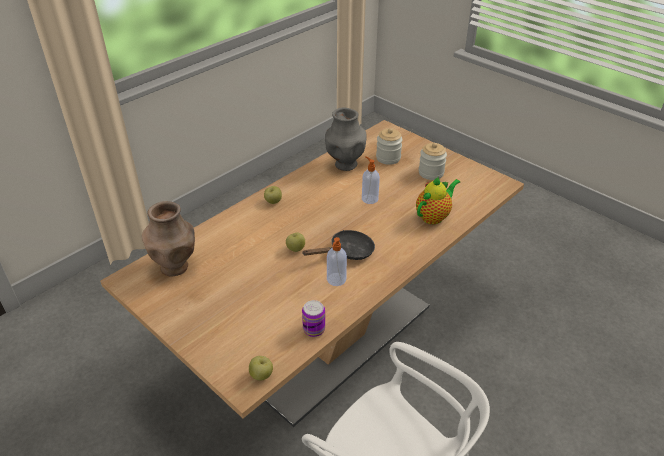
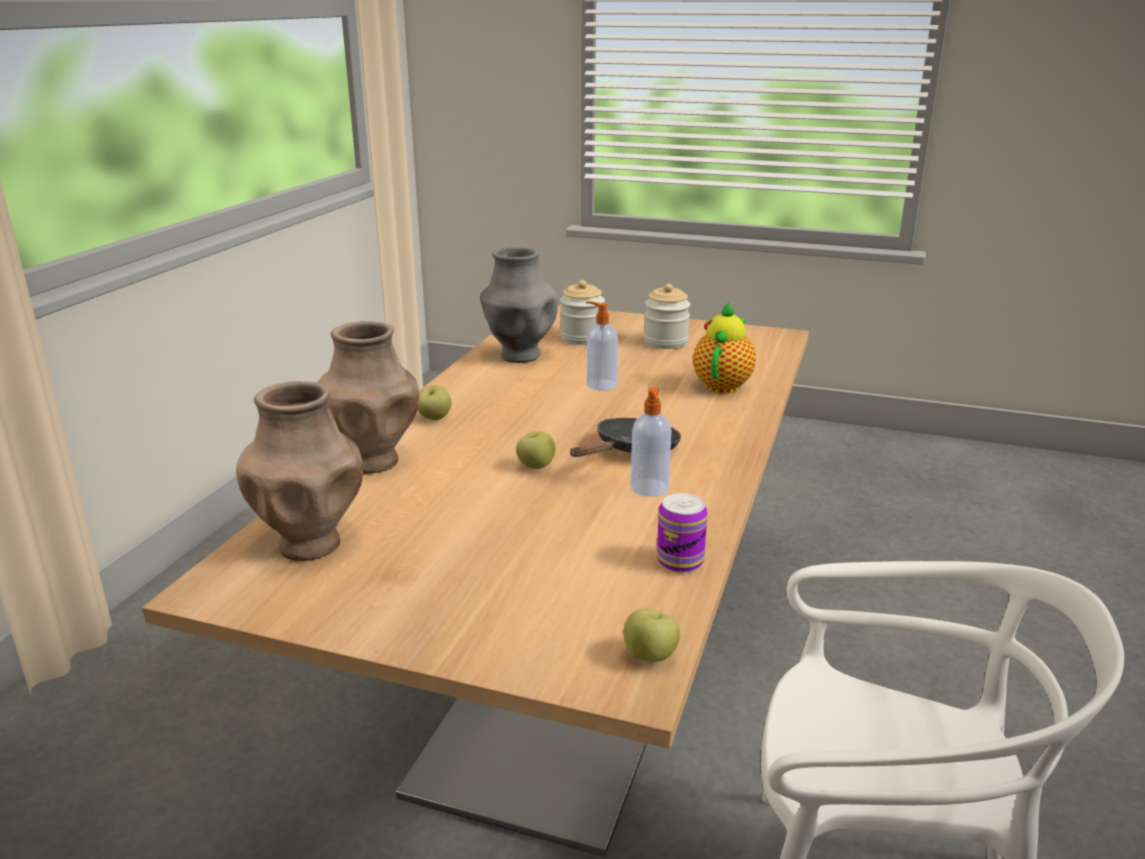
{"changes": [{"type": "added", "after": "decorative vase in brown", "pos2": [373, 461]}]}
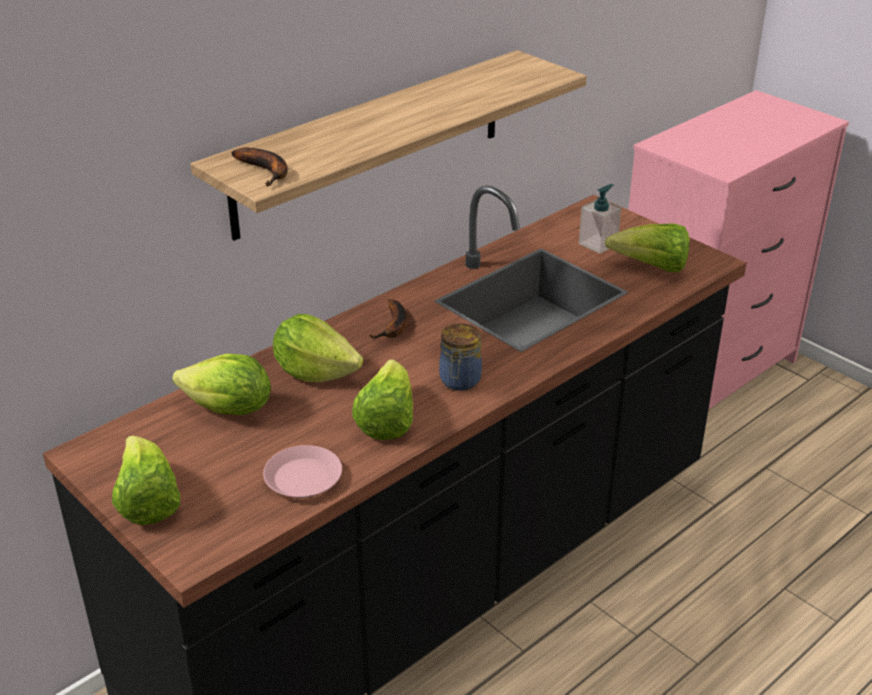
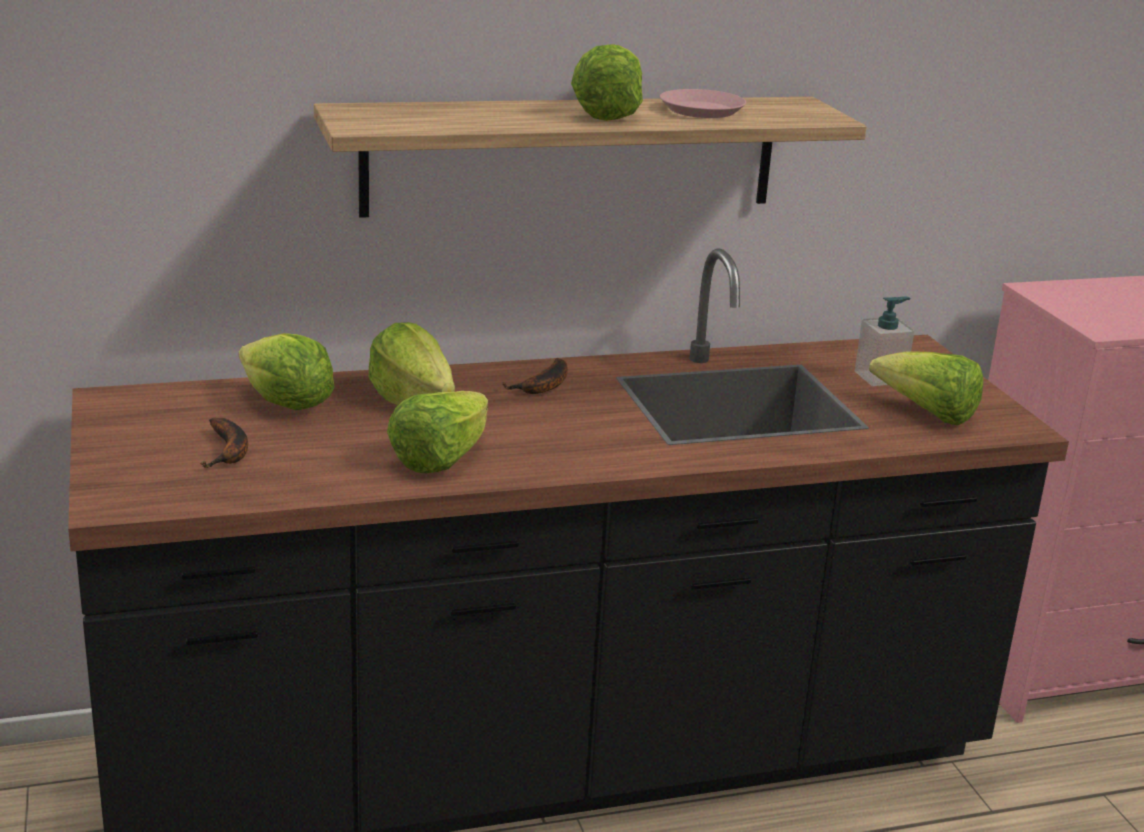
{"changes": [{"type": "moved", "before": "whole banana", "pos1": [267, 171], "pos2": [229, 451]}, {"type": "moved", "before": "lettuce head", "pos1": [147, 502], "pos2": [608, 113]}, {"type": "moved", "before": "flat dish in pinkish", "pos1": [303, 478], "pos2": [702, 110]}, {"type": "removed", "before": "preserve jar", "pos1": [459, 381]}]}
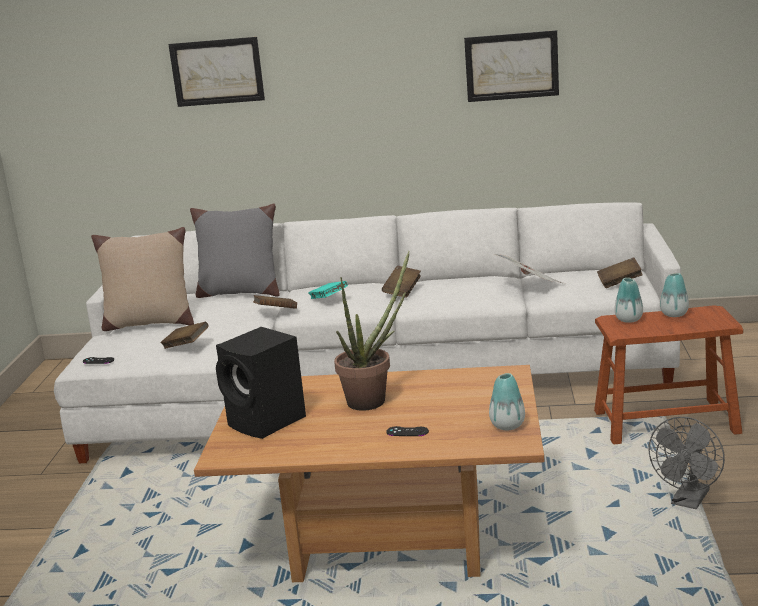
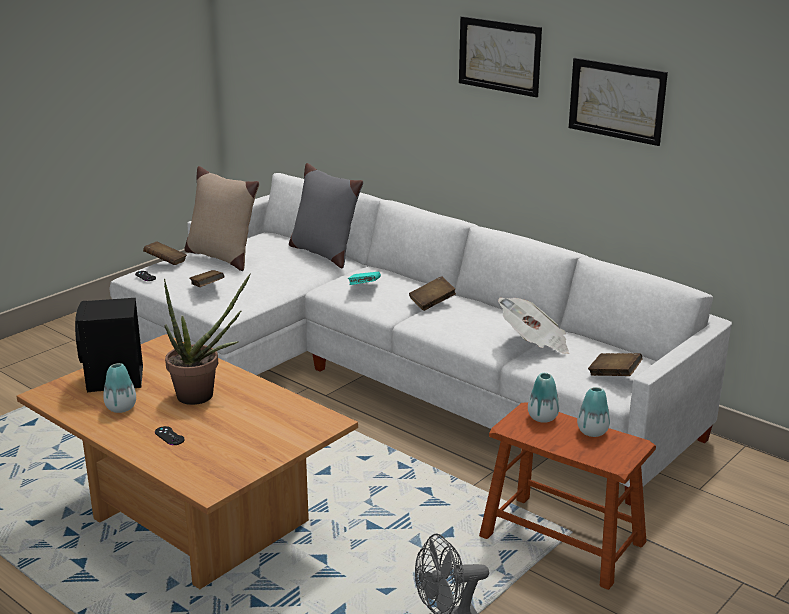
{"changes": [{"type": "moved", "before": "decorative vase", "pos1": [507, 426], "pos2": [121, 408]}, {"type": "moved", "before": "bound book in brown", "pos1": [276, 312], "pos2": [166, 262]}, {"type": "moved", "before": "wall art", "pos1": [217, 72], "pos2": [499, 56]}]}
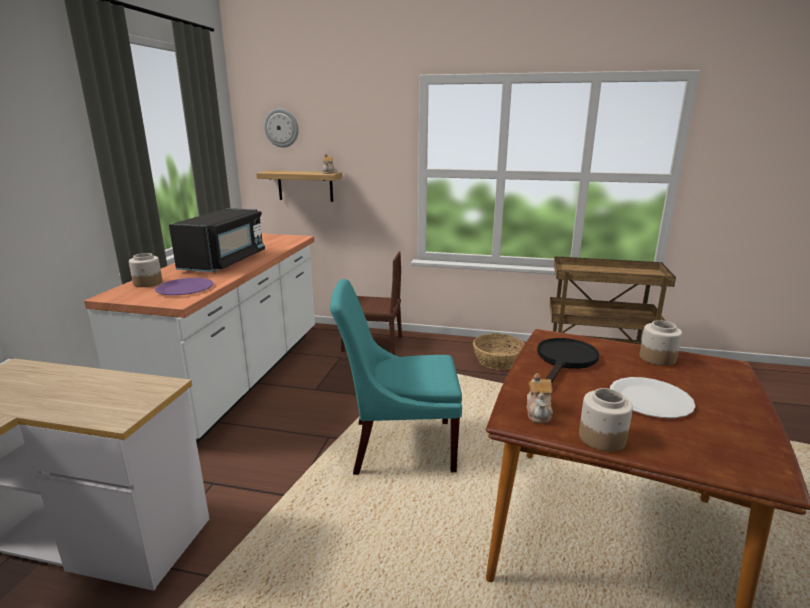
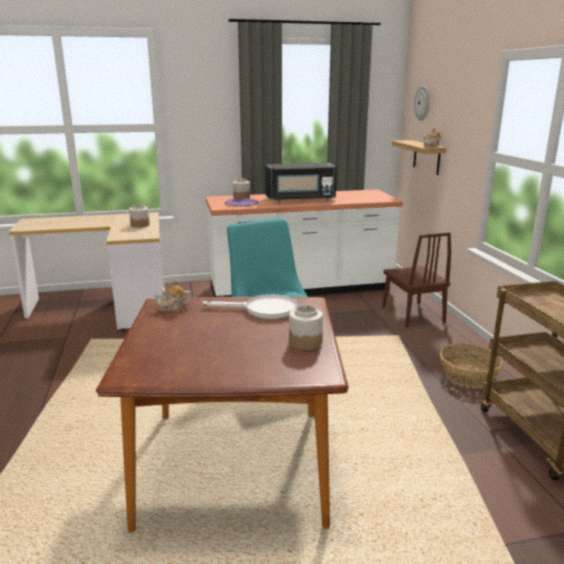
{"changes": [{"type": "moved", "before": "preserve jar", "pos1": [601, 438], "pos2": [140, 225]}, {"type": "recoloured", "before": "skillet in black-coloured", "after": "skillet in whitish", "pos1": [565, 361], "pos2": [263, 310]}, {"type": "removed", "before": "flat dish in whitish", "pos1": [650, 399]}]}
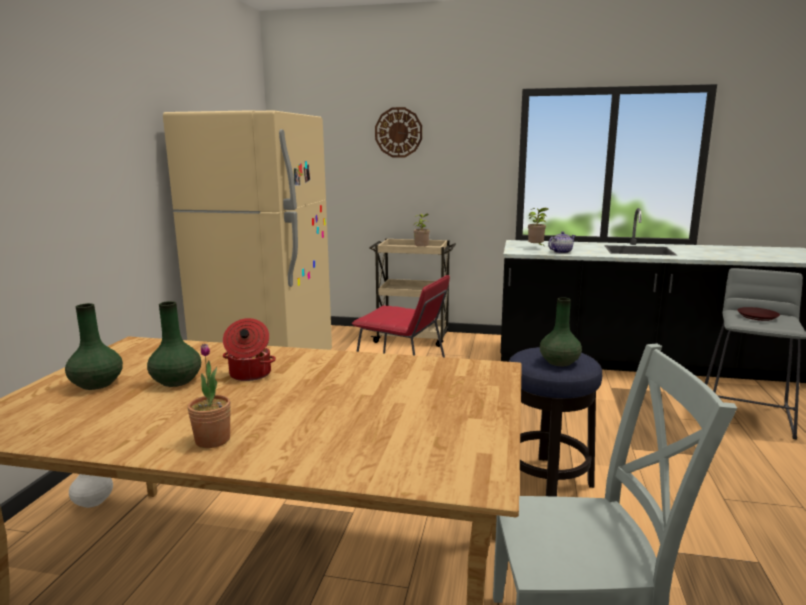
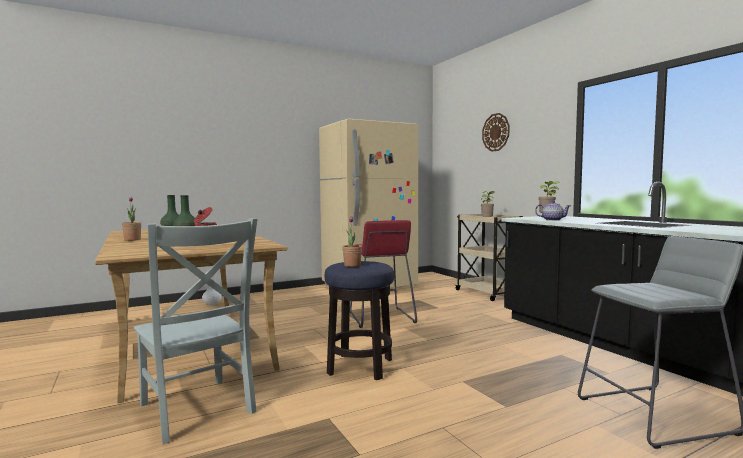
{"changes": [{"type": "replaced", "before": "decorative vase in green", "after": "plant in a pot", "pos1": [559, 362], "pos2": [352, 265]}, {"type": "removed", "before": "flat dish in brown", "pos1": [757, 317]}]}
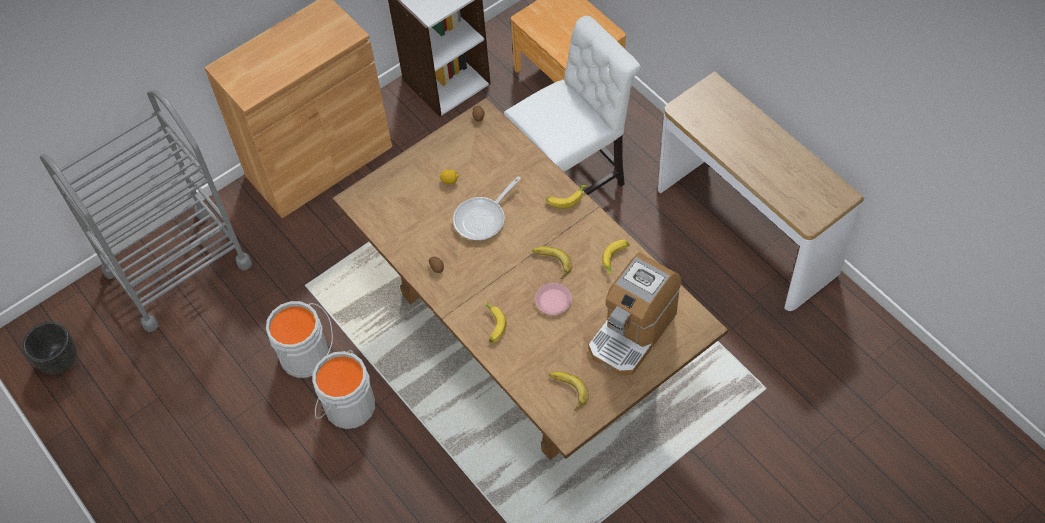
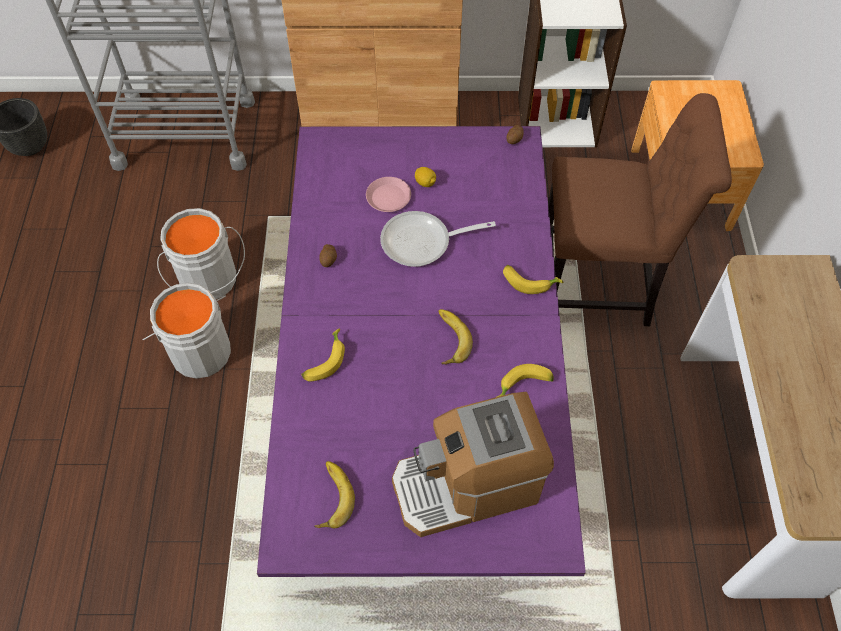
{"changes": [{"type": "recoloured", "before": "dining table in brown", "after": "dining table in purple", "pos1": [529, 336], "pos2": [420, 409]}, {"type": "moved", "before": "flat dish in pinkish", "pos1": [553, 301], "pos2": [388, 197]}, {"type": "recoloured", "before": "upright chair in whitish", "after": "upright chair in brown", "pos1": [573, 179], "pos2": [601, 286]}]}
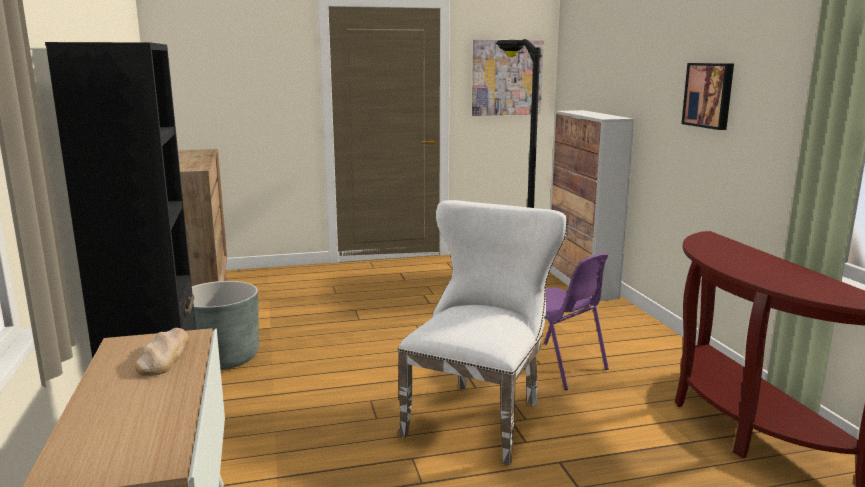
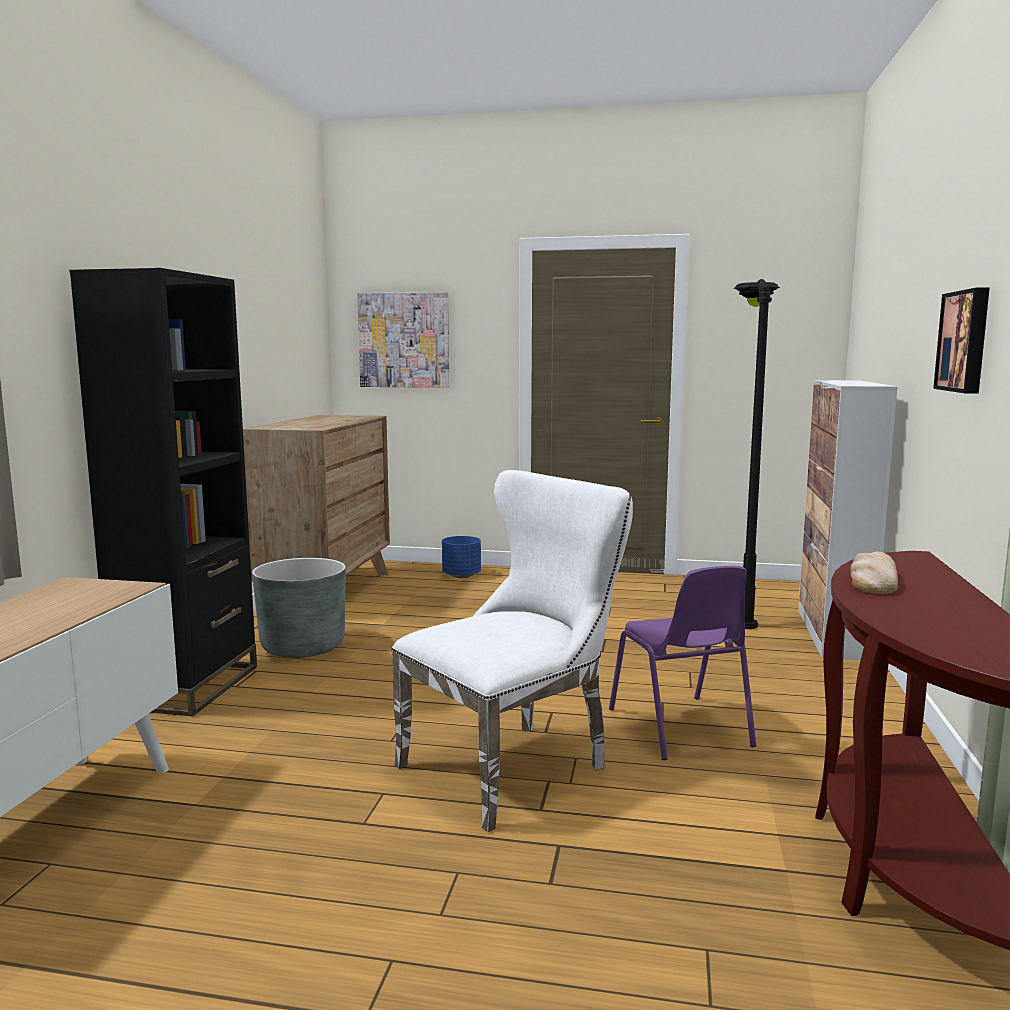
{"changes": [{"type": "moved", "before": "wall art", "pos1": [507, 77], "pos2": [404, 340]}, {"type": "added", "after": "plant pot in blue", "pos2": [461, 576]}, {"type": "moved", "before": "baked bread", "pos1": [164, 356], "pos2": [873, 580]}]}
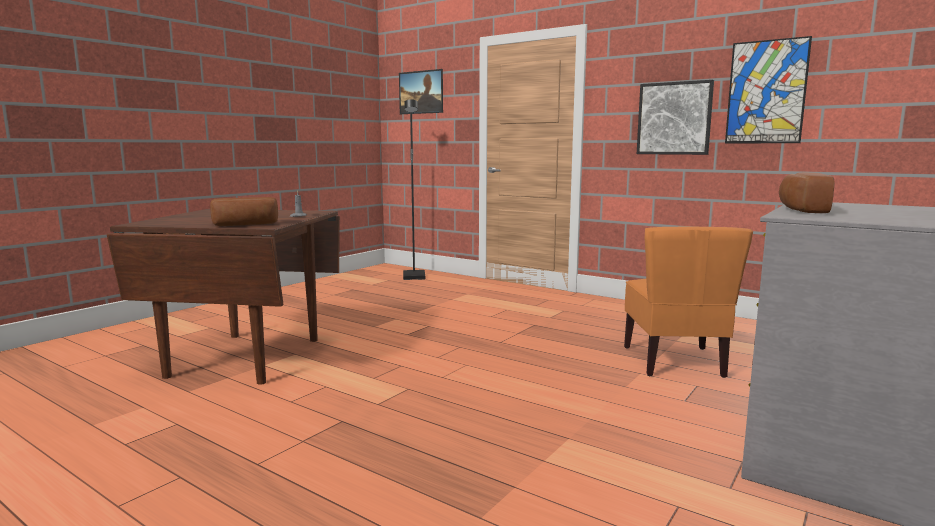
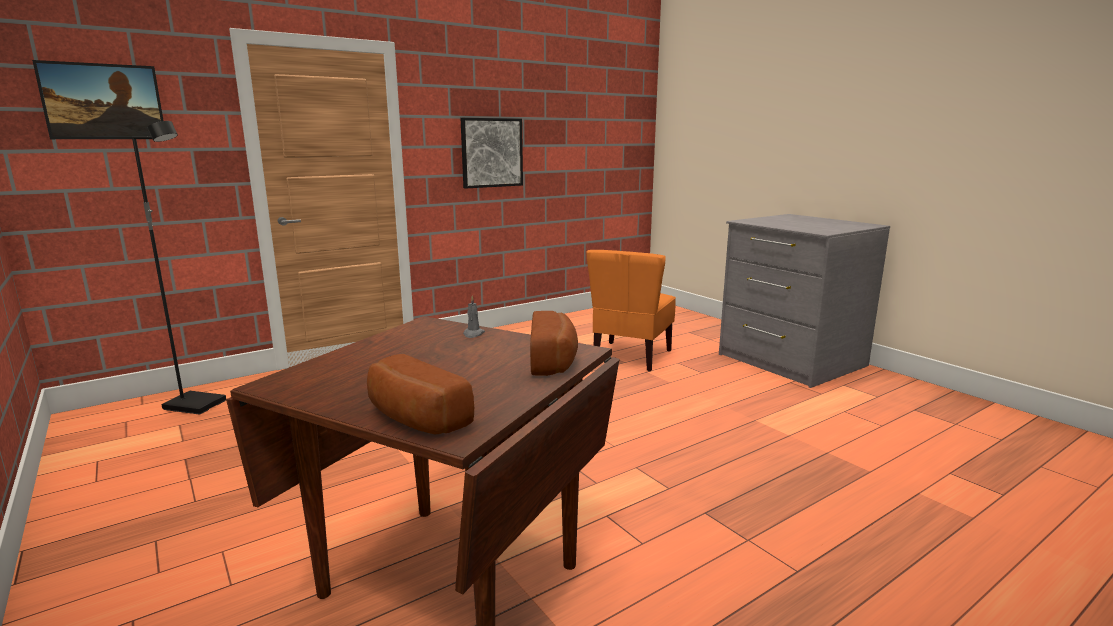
{"changes": [{"type": "moved", "before": "baked bread", "pos1": [800, 209], "pos2": [413, 419]}, {"type": "turned", "before": "upright chair in orange-coloured", "pos1": [674, 362], "pos2": [631, 357], "turn": 90}, {"type": "removed", "before": "wall art", "pos1": [766, 92]}]}
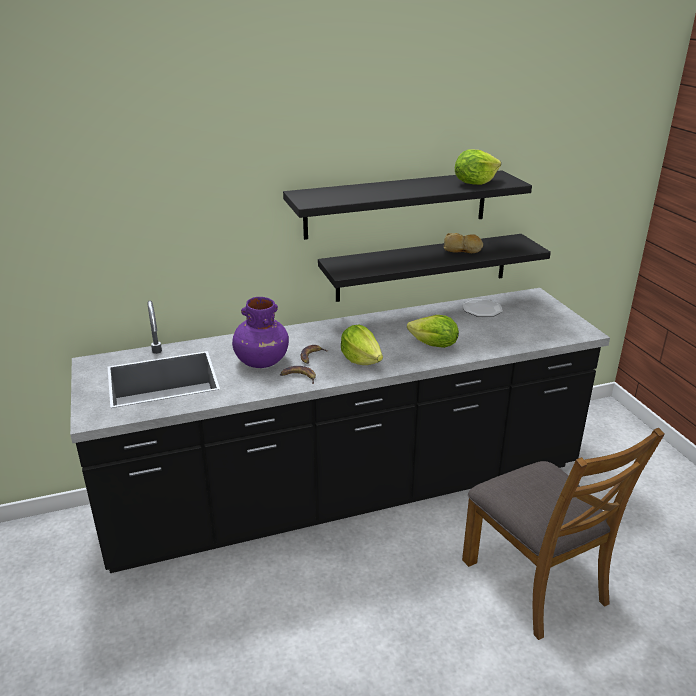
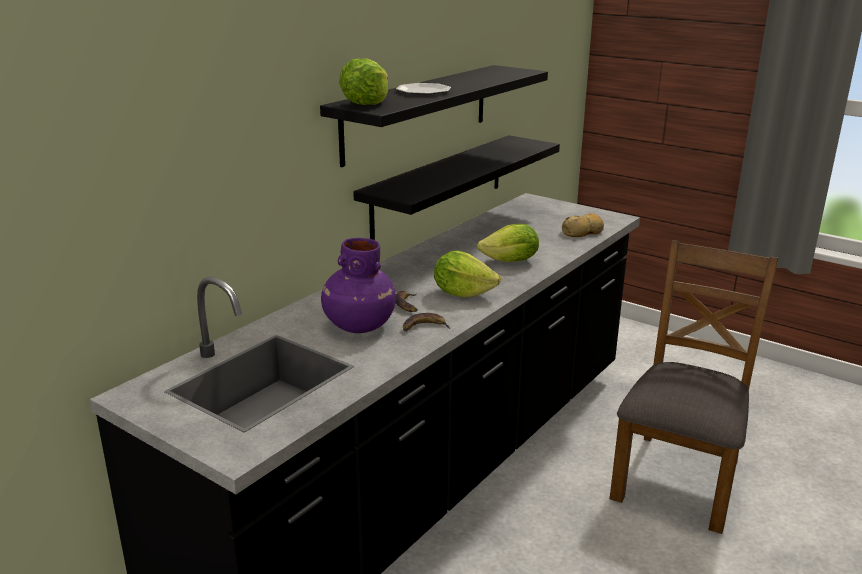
{"changes": [{"type": "moved", "before": "lettuce head", "pos1": [474, 183], "pos2": [365, 104]}, {"type": "moved", "before": "flat dish", "pos1": [482, 310], "pos2": [424, 91]}, {"type": "moved", "before": "baked bread", "pos1": [462, 249], "pos2": [583, 232]}, {"type": "turned", "before": "upright chair in brown", "pos1": [536, 581], "pos2": [678, 479], "turn": -90}]}
